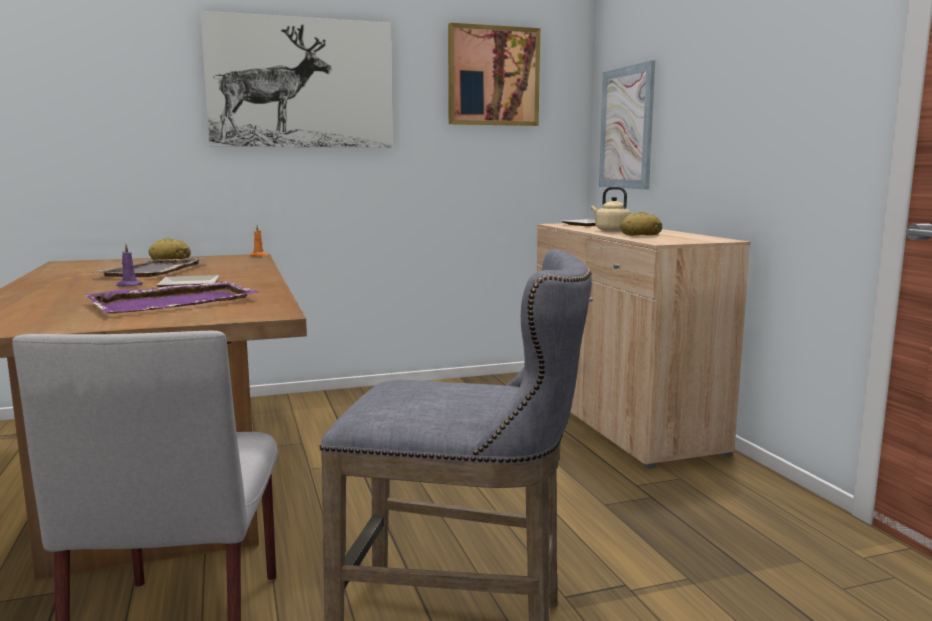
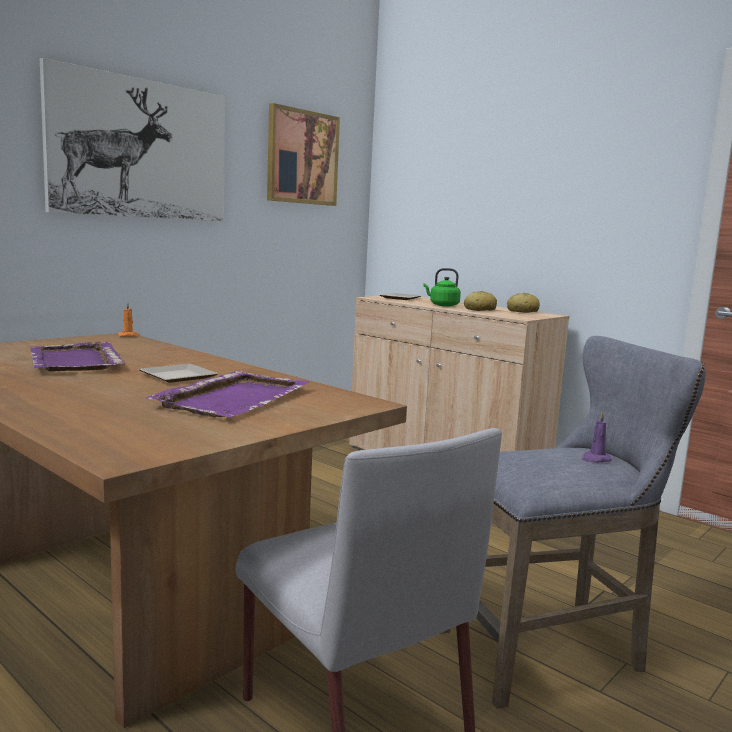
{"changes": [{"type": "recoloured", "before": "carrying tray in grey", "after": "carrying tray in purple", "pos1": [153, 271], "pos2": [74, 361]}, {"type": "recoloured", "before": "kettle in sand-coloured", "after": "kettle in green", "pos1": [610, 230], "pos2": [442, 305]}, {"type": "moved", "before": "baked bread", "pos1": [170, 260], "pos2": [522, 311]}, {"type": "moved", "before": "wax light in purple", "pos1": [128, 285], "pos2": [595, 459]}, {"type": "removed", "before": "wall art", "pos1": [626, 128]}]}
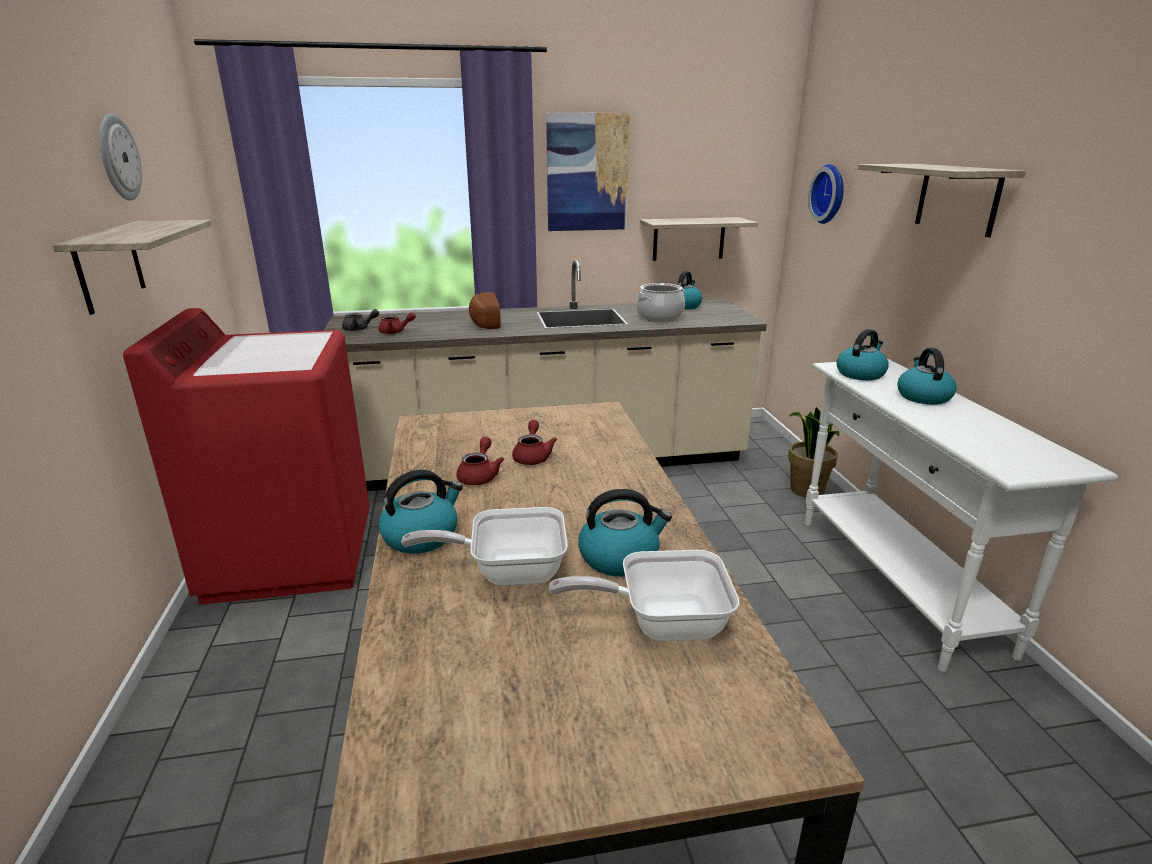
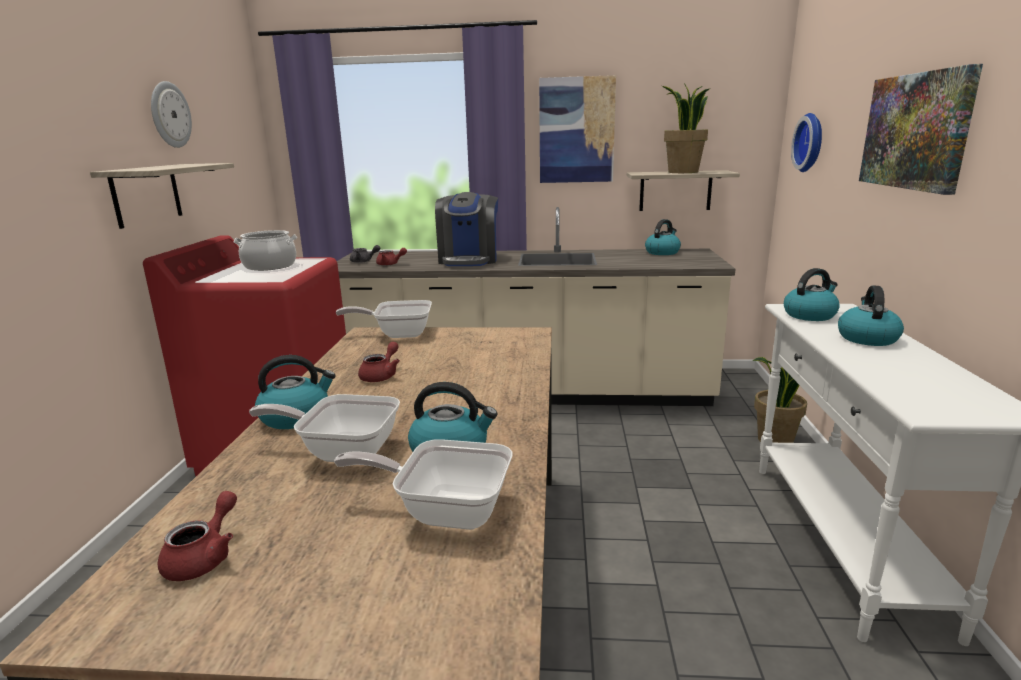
{"changes": [{"type": "moved", "before": "tea pot in red", "pos1": [532, 456], "pos2": [205, 557]}, {"type": "moved", "before": "cooking pot", "pos1": [659, 317], "pos2": [270, 266]}, {"type": "added", "after": "skillet", "pos2": [398, 334]}, {"type": "replaced", "before": "baked bread", "after": "coffee machine", "pos1": [484, 323], "pos2": [469, 260]}, {"type": "added", "after": "plant in a pot", "pos2": [682, 172]}, {"type": "replaced", "before": "wall shelf", "after": "wall art", "pos1": [957, 198], "pos2": [916, 131]}]}
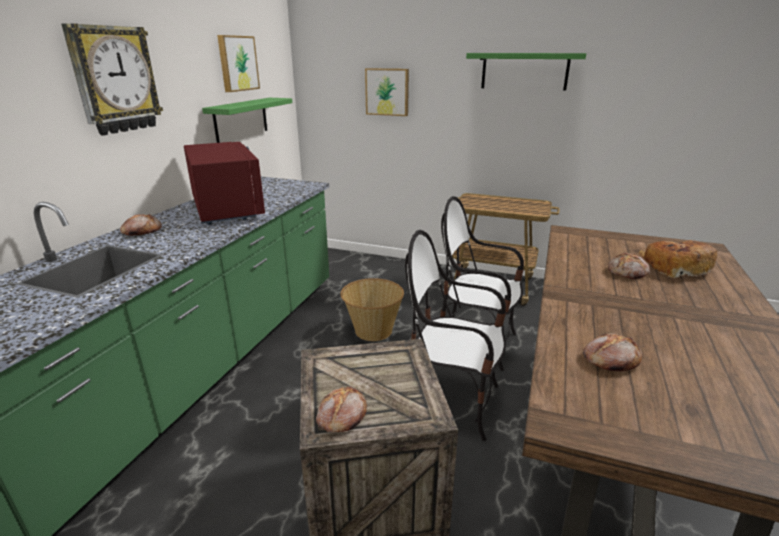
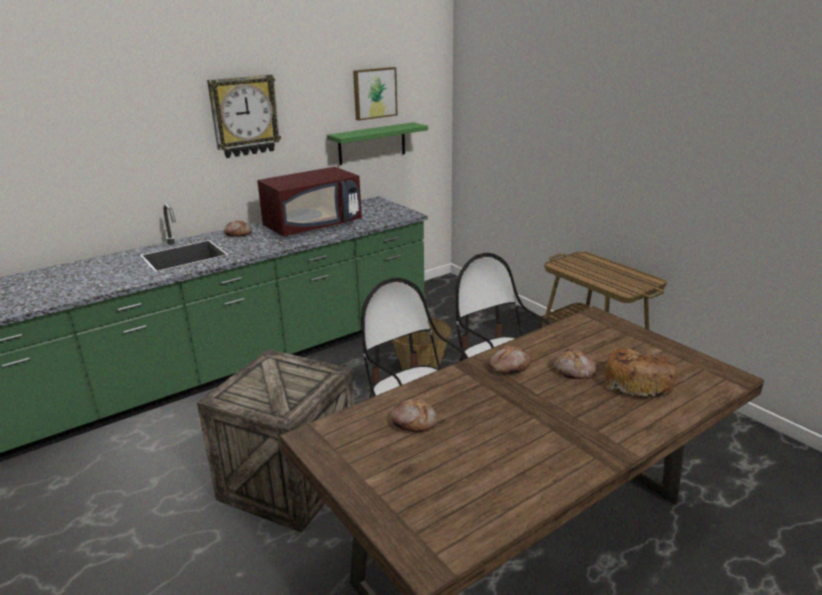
{"changes": [{"type": "turned", "before": "microwave oven in red", "pos1": [226, 209], "pos2": [313, 226], "turn": 45}, {"type": "moved", "before": "baked bread", "pos1": [341, 416], "pos2": [508, 366]}, {"type": "removed", "before": "wall art", "pos1": [387, 92]}, {"type": "removed", "before": "wall shelf in green", "pos1": [524, 71]}]}
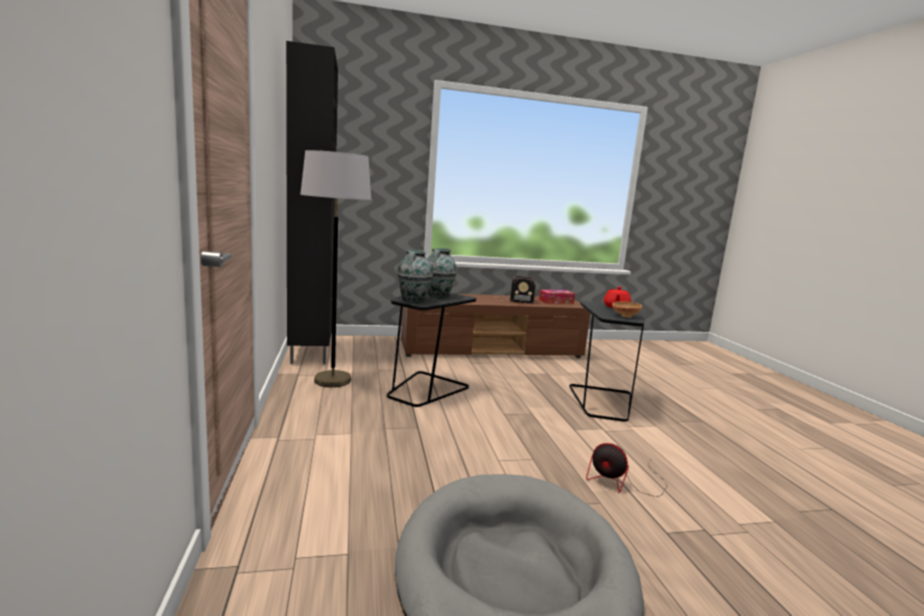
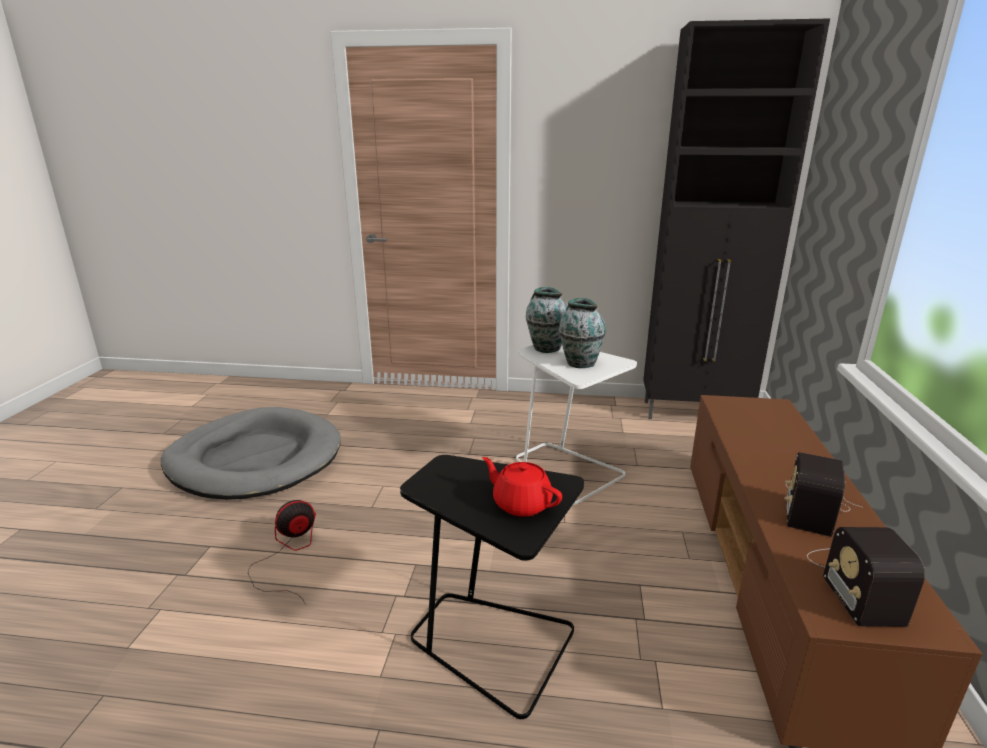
{"changes": [{"type": "recoloured", "before": "end table in black-coloured", "after": "end table in whitish", "pos1": [425, 390], "pos2": [566, 471]}, {"type": "replaced", "before": "tissue box", "after": "radio receiver", "pos1": [556, 301], "pos2": [855, 582]}, {"type": "removed", "before": "standing lamp in grey", "pos1": [332, 380]}, {"type": "removed", "before": "bowl in brown", "pos1": [624, 316]}]}
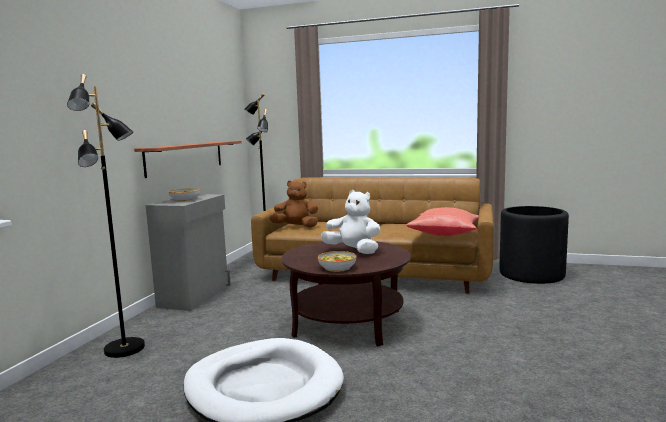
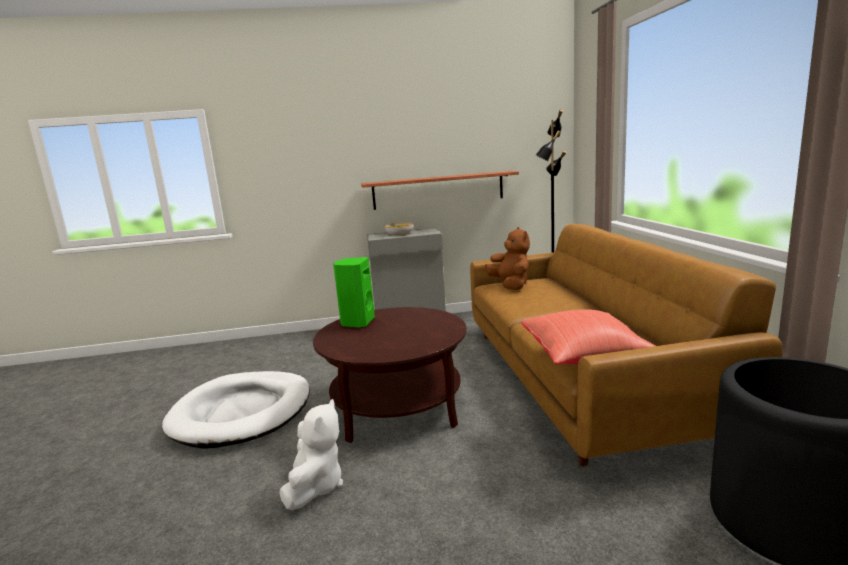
{"changes": [{"type": "moved", "before": "cuddly toy in whitish", "pos1": [353, 251], "pos2": [315, 486]}, {"type": "added", "after": "speaker in green", "pos2": [357, 322]}, {"type": "removed", "before": "standing lamp in black-coloured", "pos1": [125, 349]}, {"type": "removed", "before": "bowl", "pos1": [337, 268]}]}
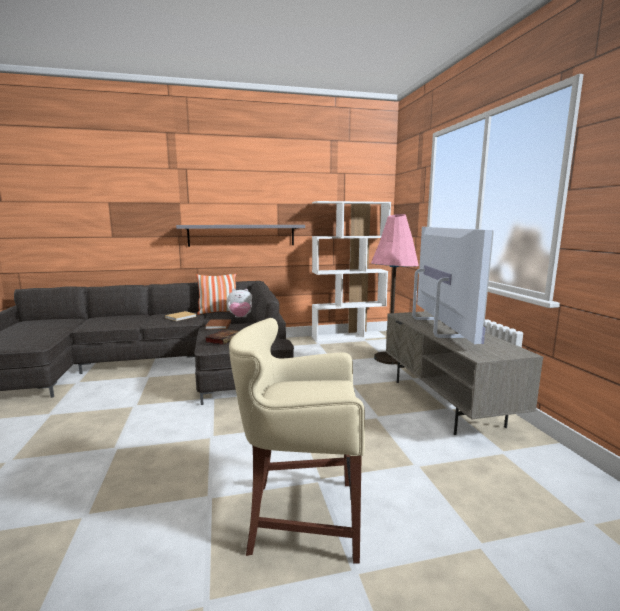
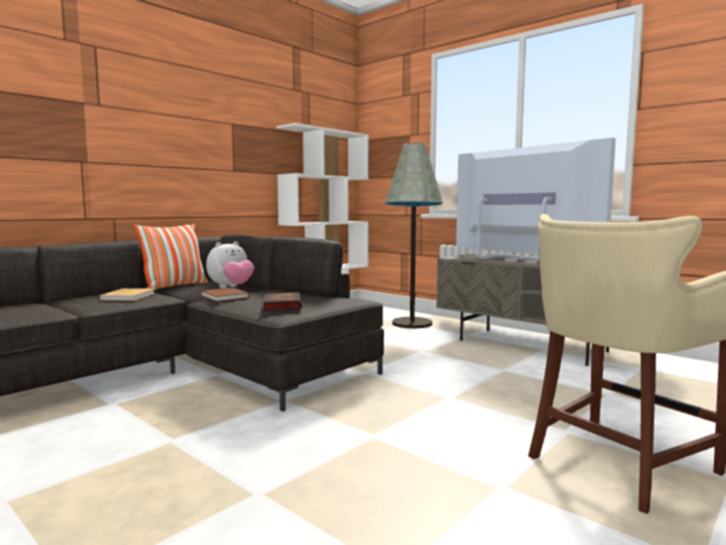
{"changes": [{"type": "recoloured", "before": "standing lamp in pinkish", "after": "standing lamp in grey", "pos1": [390, 358], "pos2": [412, 323]}, {"type": "removed", "before": "wall shelf in grey", "pos1": [242, 235]}]}
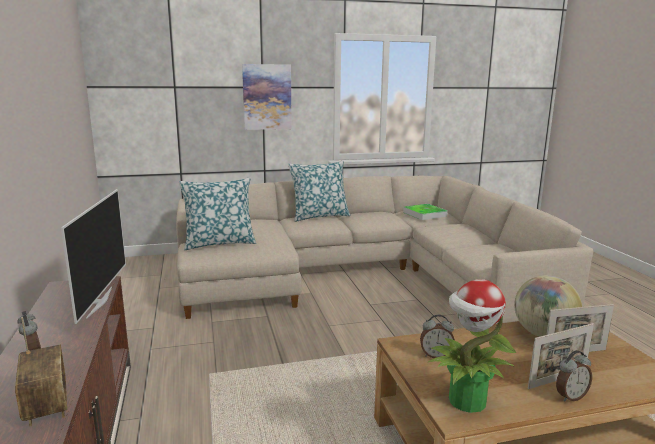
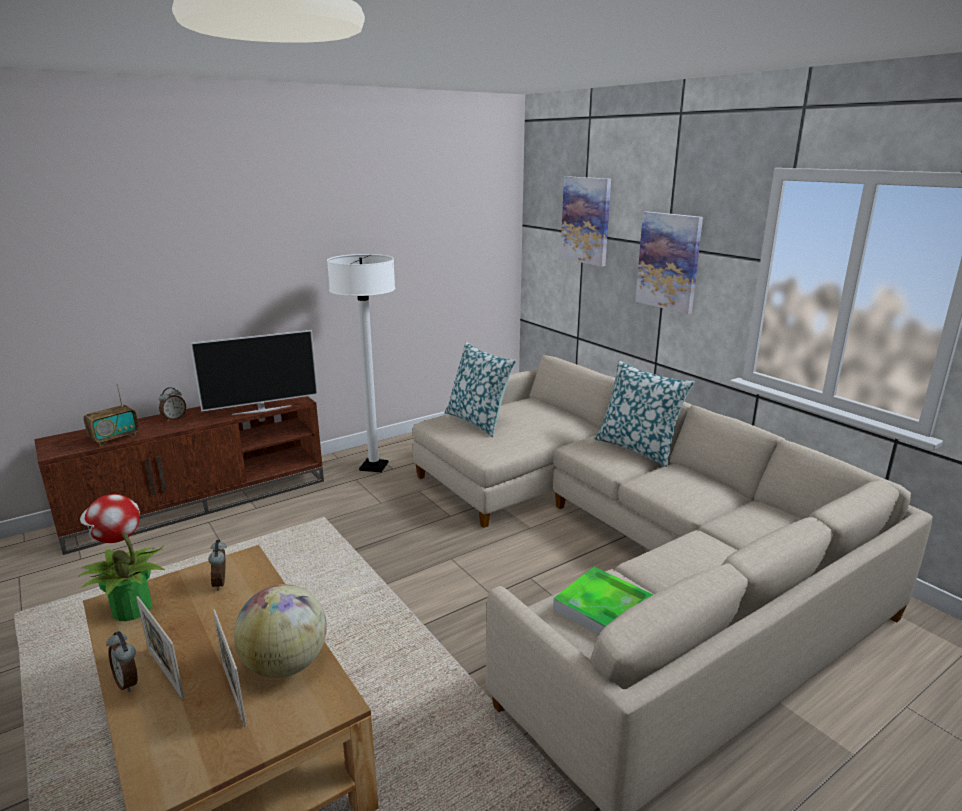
{"changes": [{"type": "added", "after": "standing lamp in whitish", "pos2": [374, 467]}, {"type": "moved", "before": "carrying tray", "pos1": [424, 214], "pos2": [603, 608]}, {"type": "added", "after": "wall art", "pos2": [586, 220]}]}
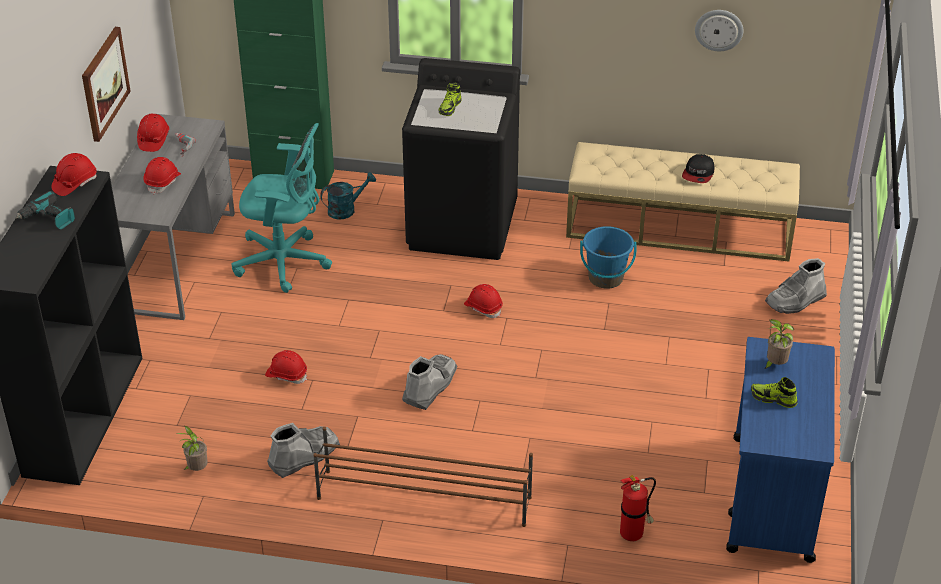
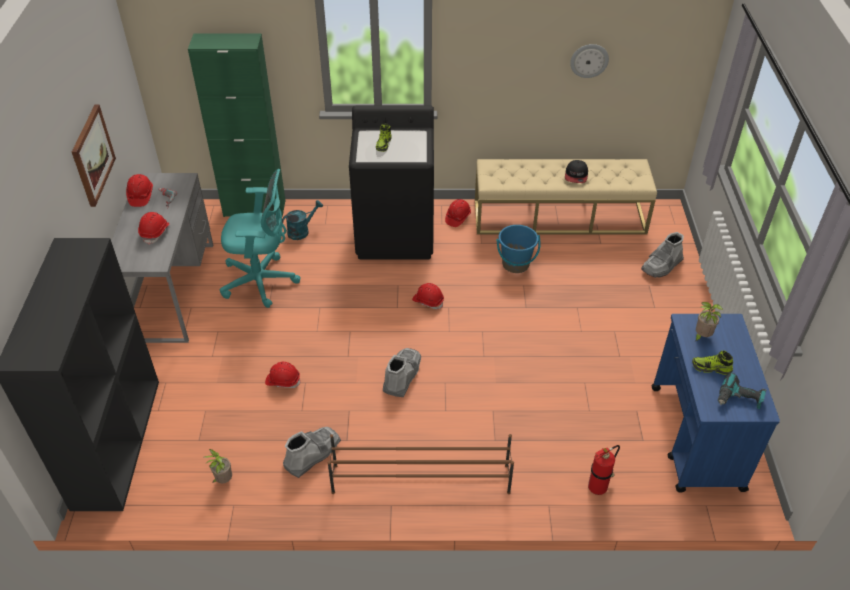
{"changes": [{"type": "moved", "before": "work helmet in red", "pos1": [75, 183], "pos2": [457, 218]}, {"type": "moved", "before": "electric drill", "pos1": [48, 219], "pos2": [739, 399]}]}
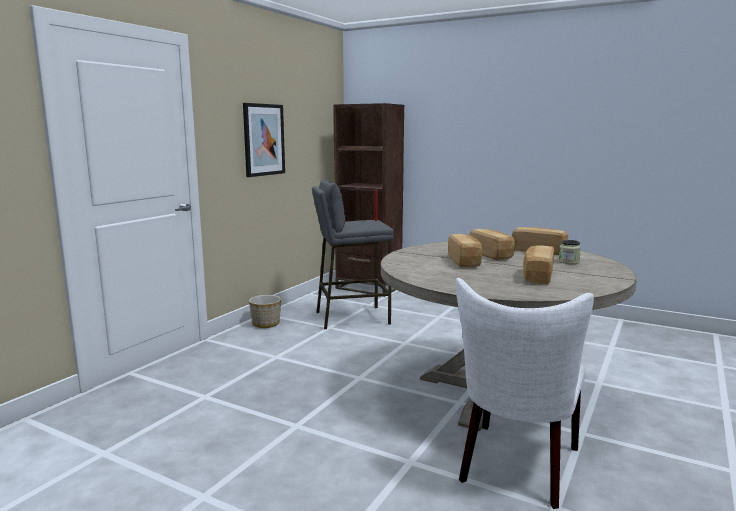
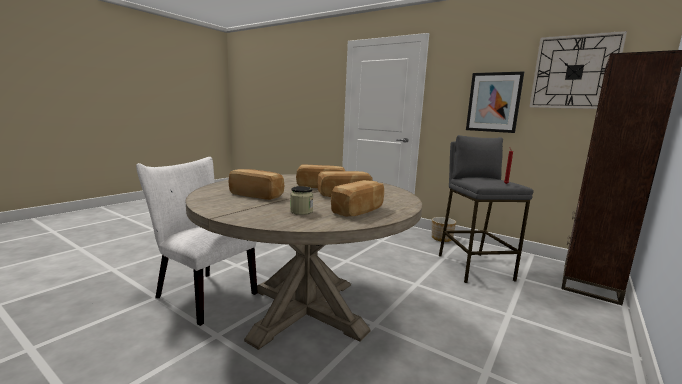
{"changes": [{"type": "added", "after": "clock on the wall", "pos2": [574, 72]}]}
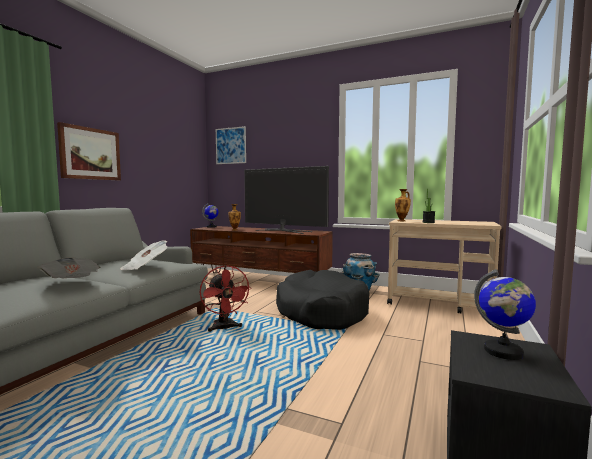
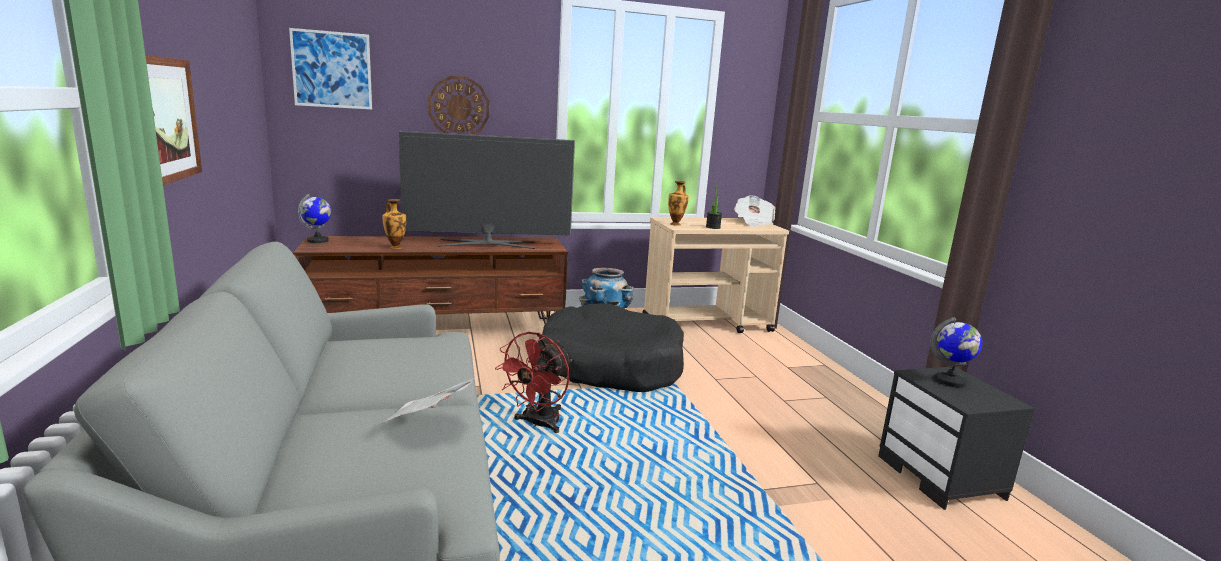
{"changes": [{"type": "added", "after": "clock on the wall", "pos2": [459, 107]}, {"type": "turned", "before": "electric fan in red", "pos1": [224, 328], "pos2": [538, 424], "turn": 90}, {"type": "moved", "before": "printed paper", "pos1": [145, 267], "pos2": [753, 223]}]}
